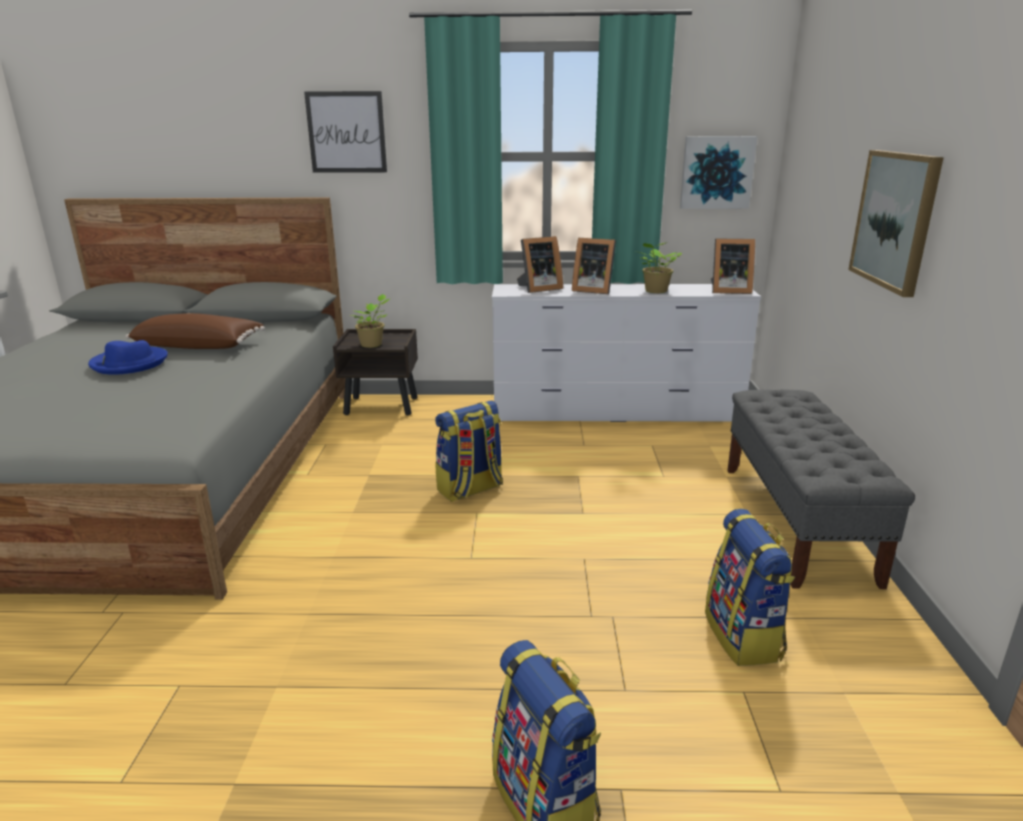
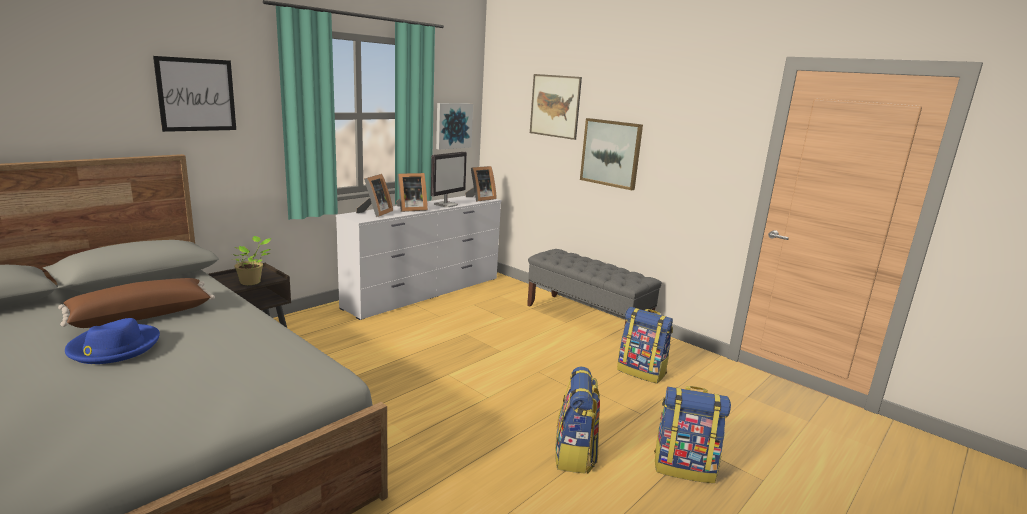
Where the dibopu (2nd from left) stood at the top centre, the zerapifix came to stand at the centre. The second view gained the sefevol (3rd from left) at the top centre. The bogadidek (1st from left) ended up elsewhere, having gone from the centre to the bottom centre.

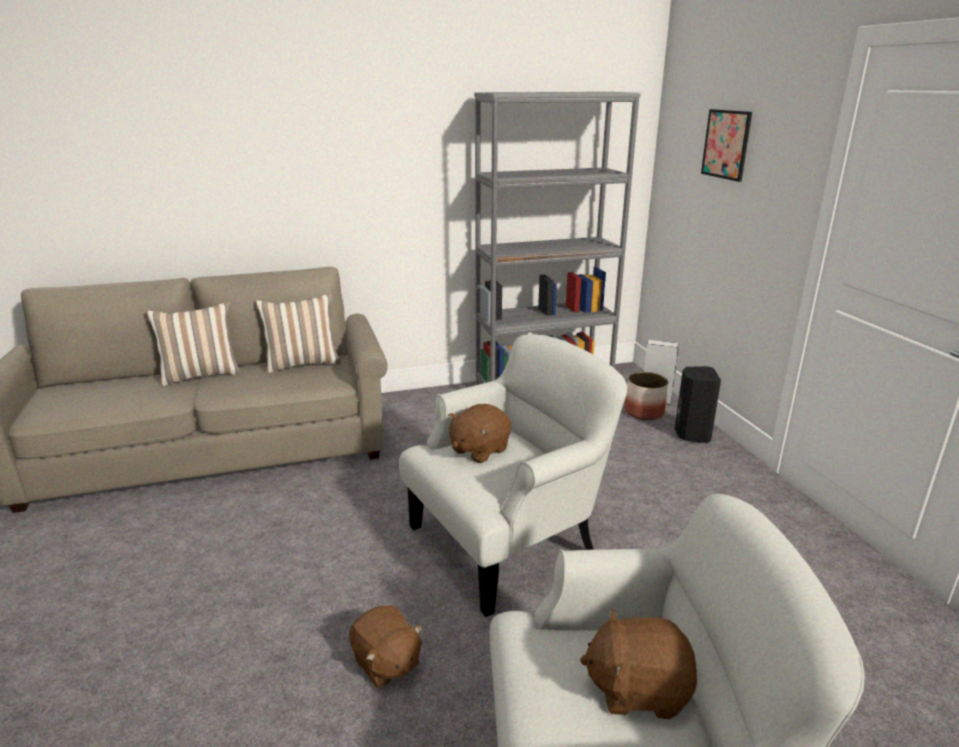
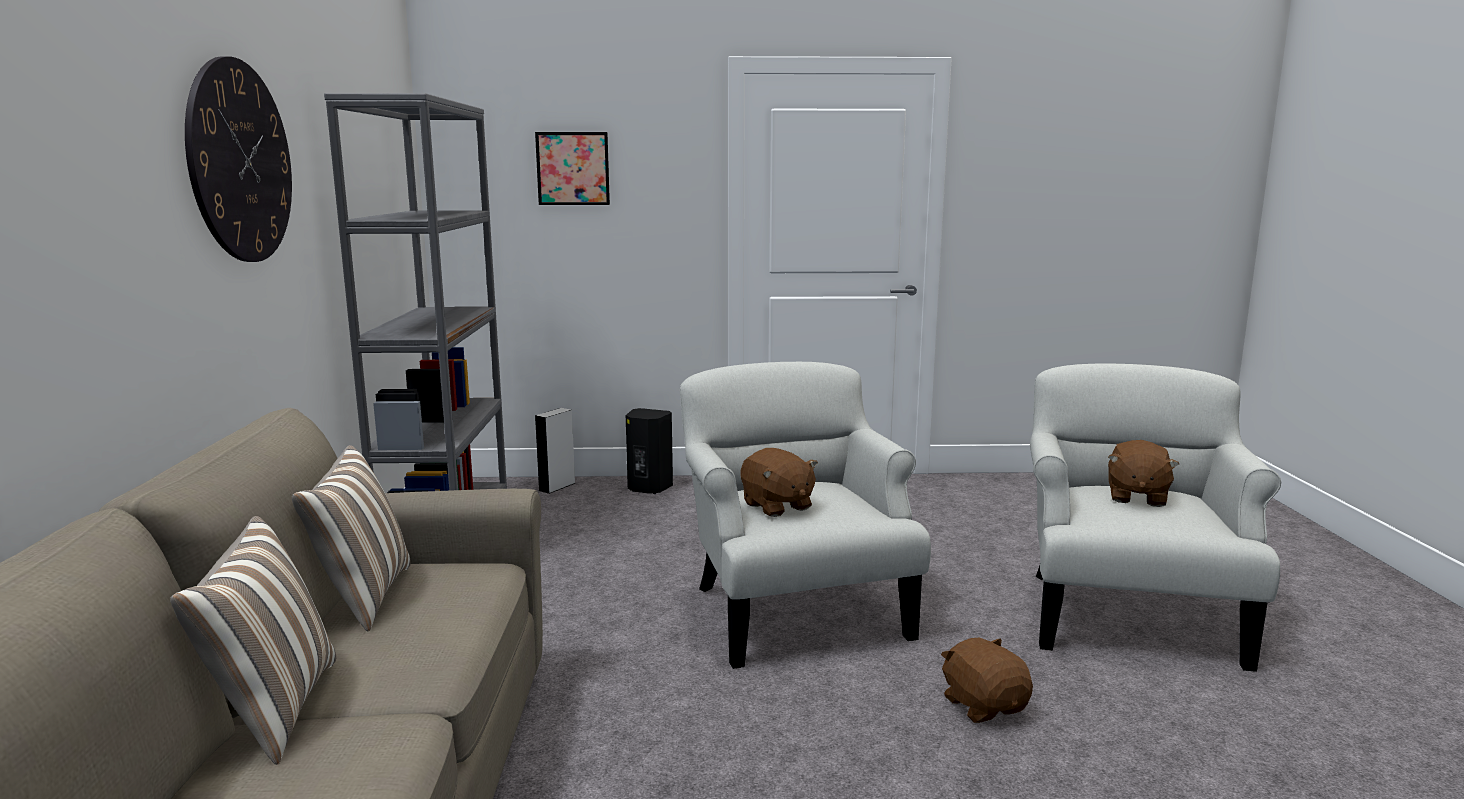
The second view gained the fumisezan at the top left. The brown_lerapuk (1st from left in the first image) at the bottom centre ended up facing another way, 90 degrees counterclockwise from before. The second view lost the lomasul at the middle right.

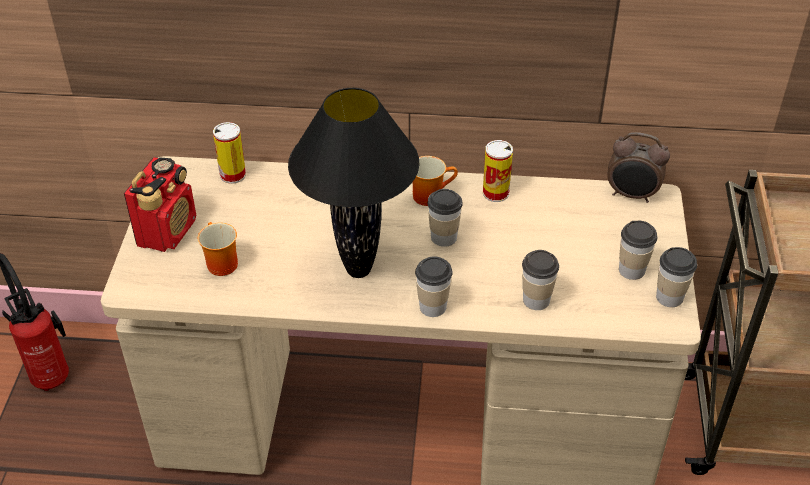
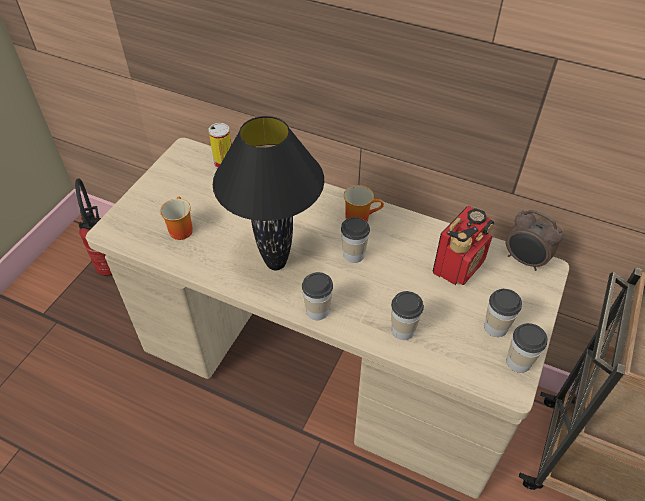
The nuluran ended up elsewhere, having gone from the middle left to the middle right. The second view lost the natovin (2nd from left) at the centre.

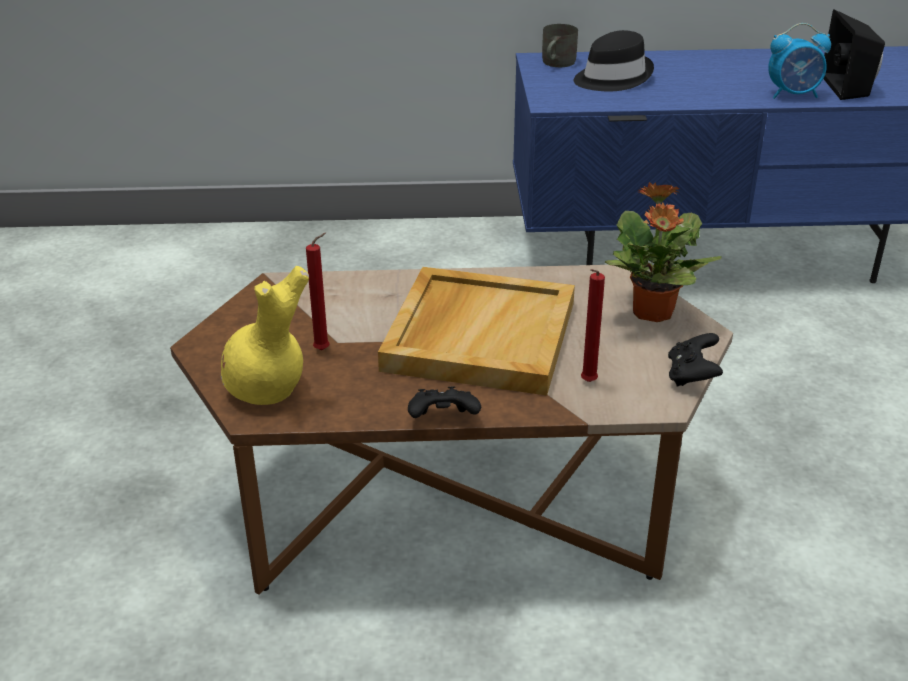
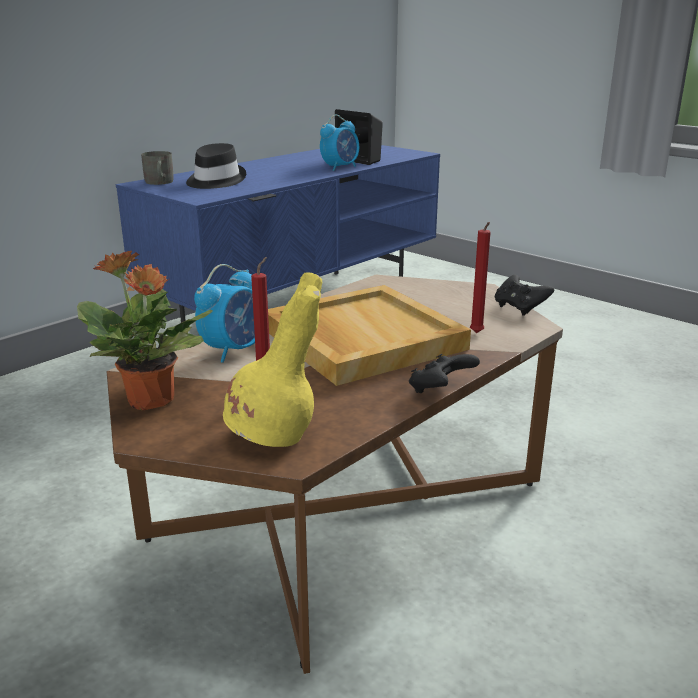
The dibopu ended up elsewhere, having gone from the middle right to the middle left. The second view gained the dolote (1st from left) at the middle left.

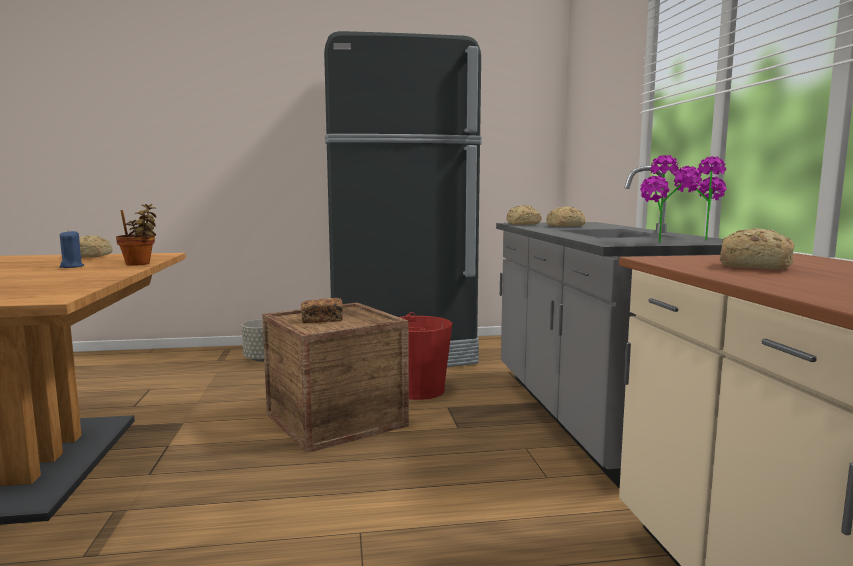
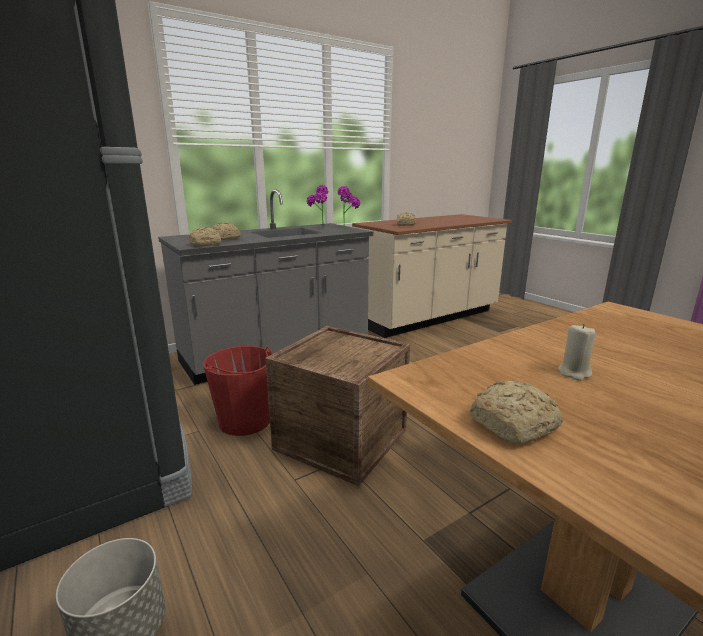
What was the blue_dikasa at the middle left turned into the beige_dikasa at the middle right. The second view lost the dibopu (1st from left) at the middle left. The second view lost the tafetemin (2nd from left) at the centre.

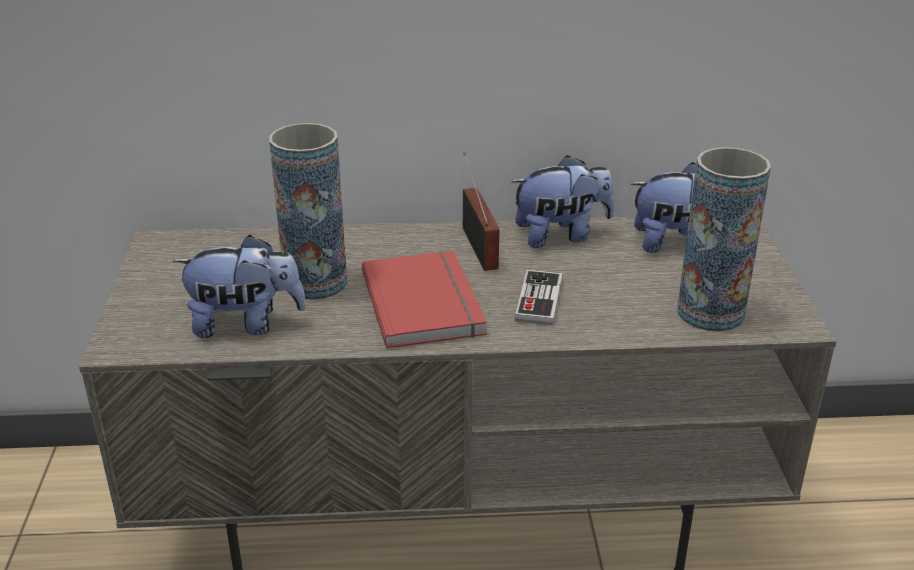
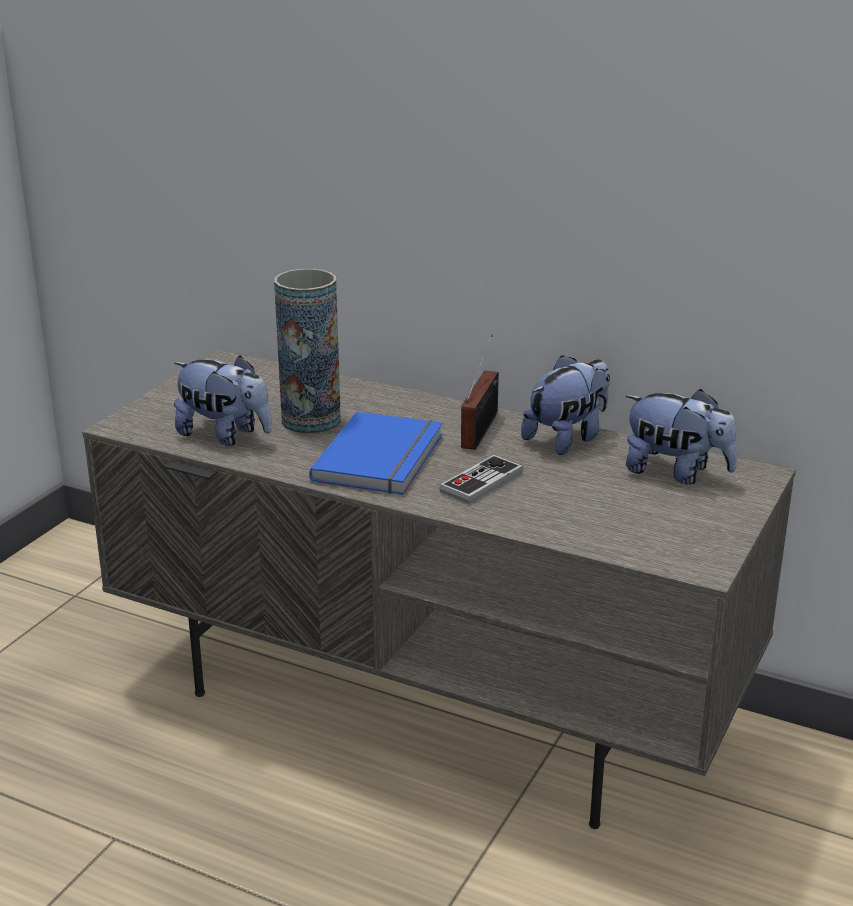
What was the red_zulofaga at the centre turned into the blue_zulofaga at the centre. The lerapuk (2nd from left) at the centre ended up facing another way, 60 degrees counterclockwise from before. The second view lost the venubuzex (2nd from left) at the middle right.

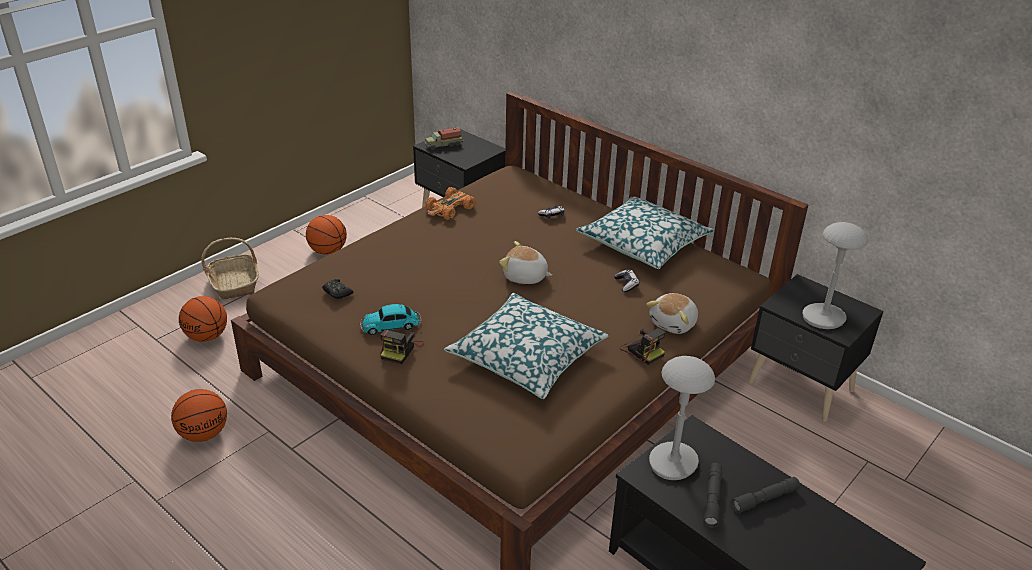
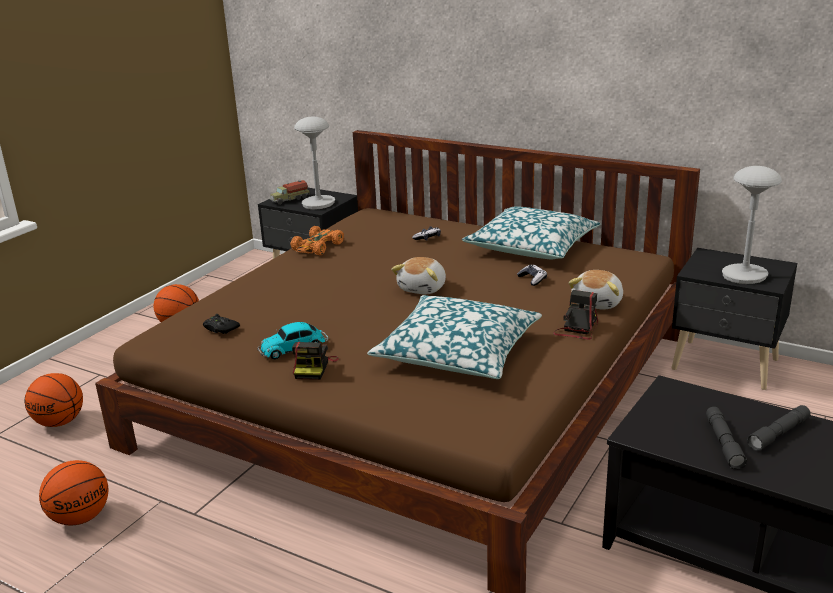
The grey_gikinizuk (1st from left) ended up elsewhere, having gone from the bottom centre to the top centre. The lerapuk (1st from left) at the centre ended up facing another way, 75 degrees counterclockwise from before. The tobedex (2nd from left) at the centre ended up facing another way, 105 degrees counterclockwise from before. The second view lost the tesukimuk at the middle left.

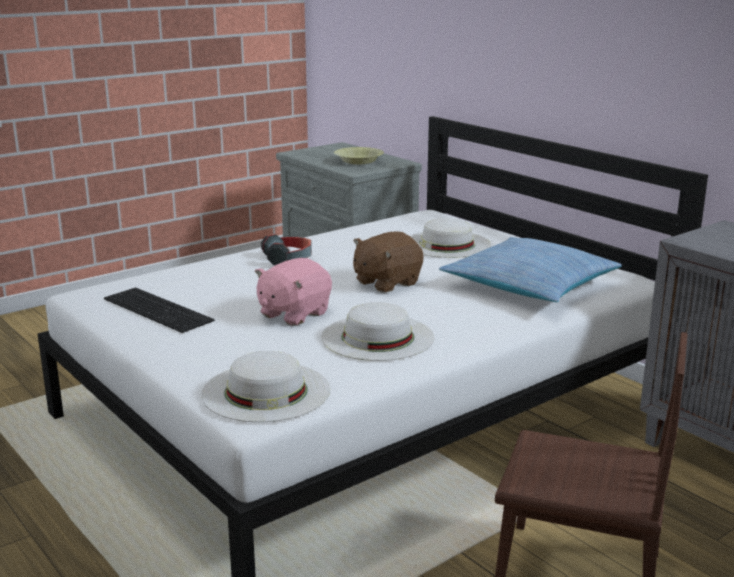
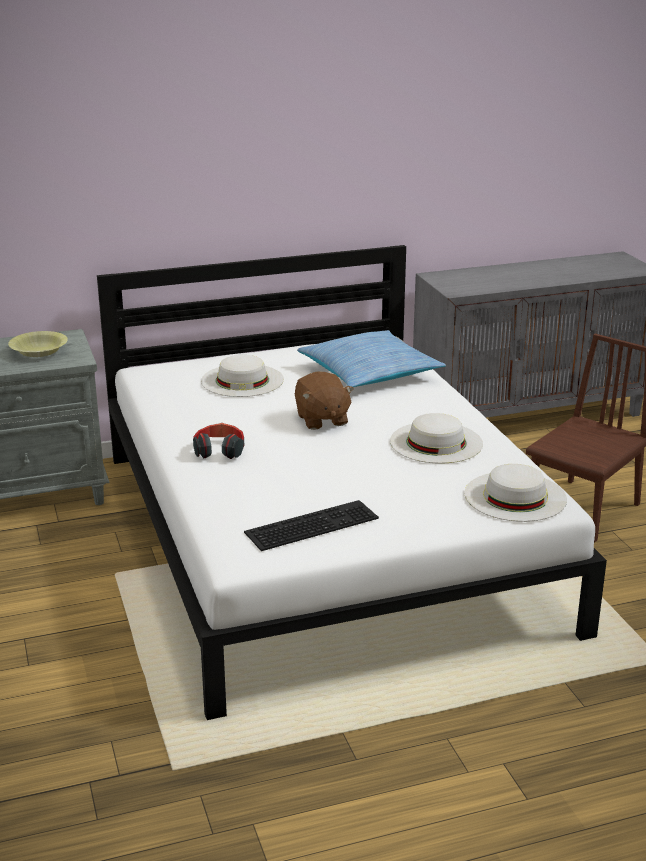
The second view lost the pink_lerapuk at the centre.

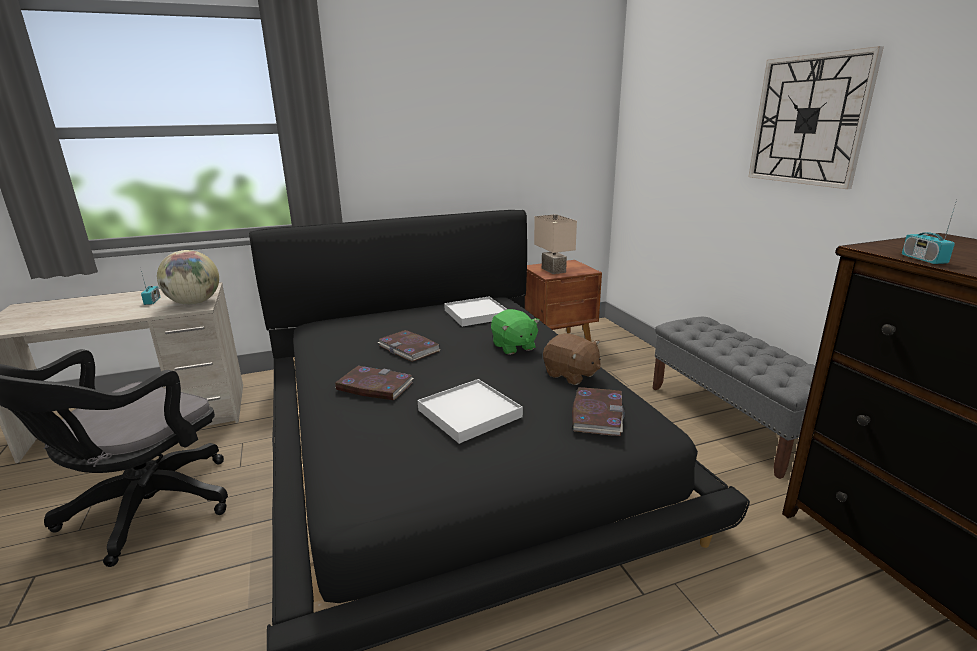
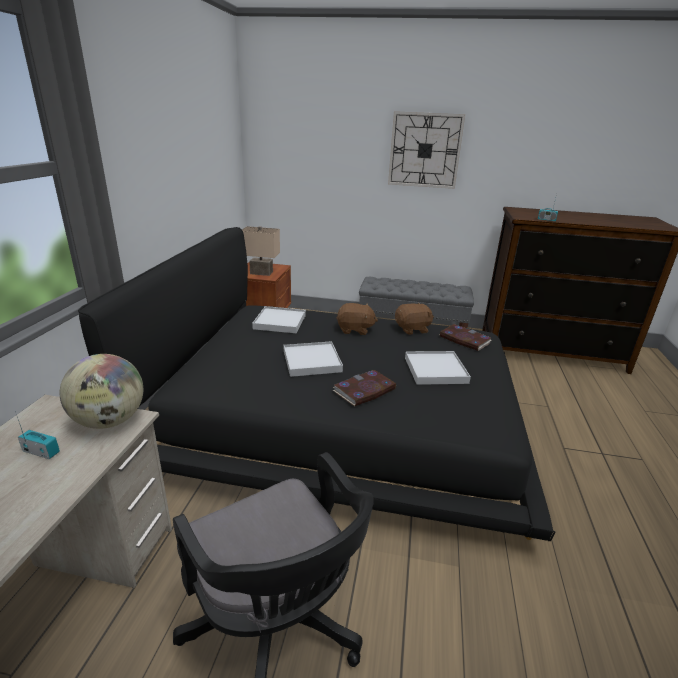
Where the zulofaga (2nd from left) stood at the centre, the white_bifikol (2nd from left) came to stand at the centre. What was the green_lerapuk at the centre turned into the brown_lerapuk (1st from left) at the centre.

